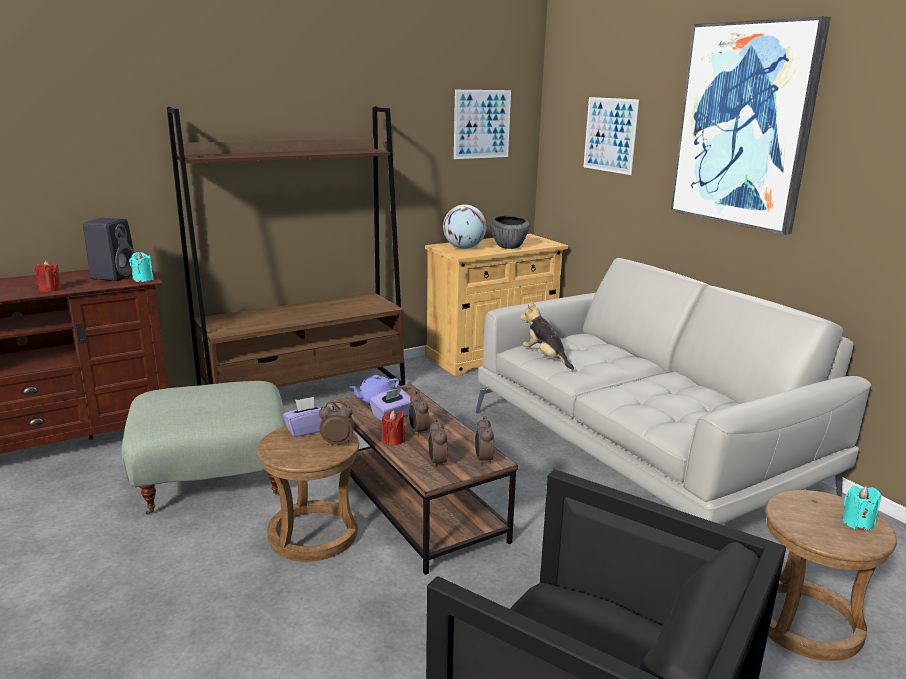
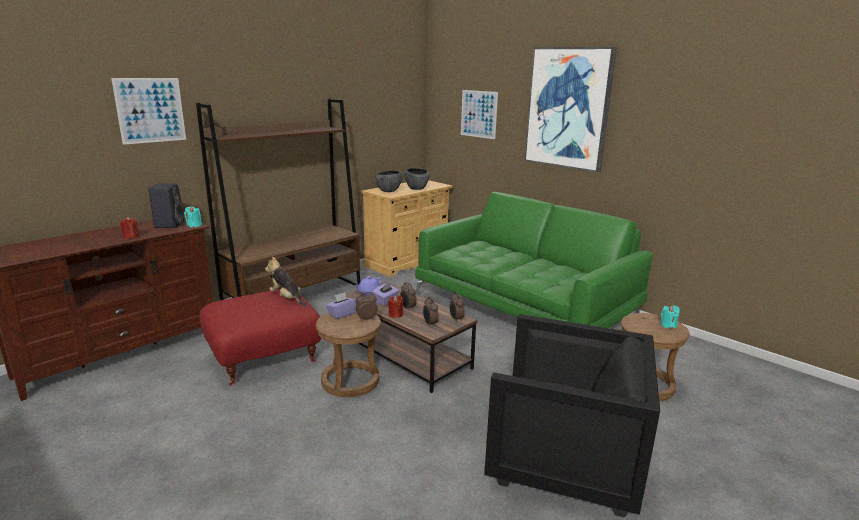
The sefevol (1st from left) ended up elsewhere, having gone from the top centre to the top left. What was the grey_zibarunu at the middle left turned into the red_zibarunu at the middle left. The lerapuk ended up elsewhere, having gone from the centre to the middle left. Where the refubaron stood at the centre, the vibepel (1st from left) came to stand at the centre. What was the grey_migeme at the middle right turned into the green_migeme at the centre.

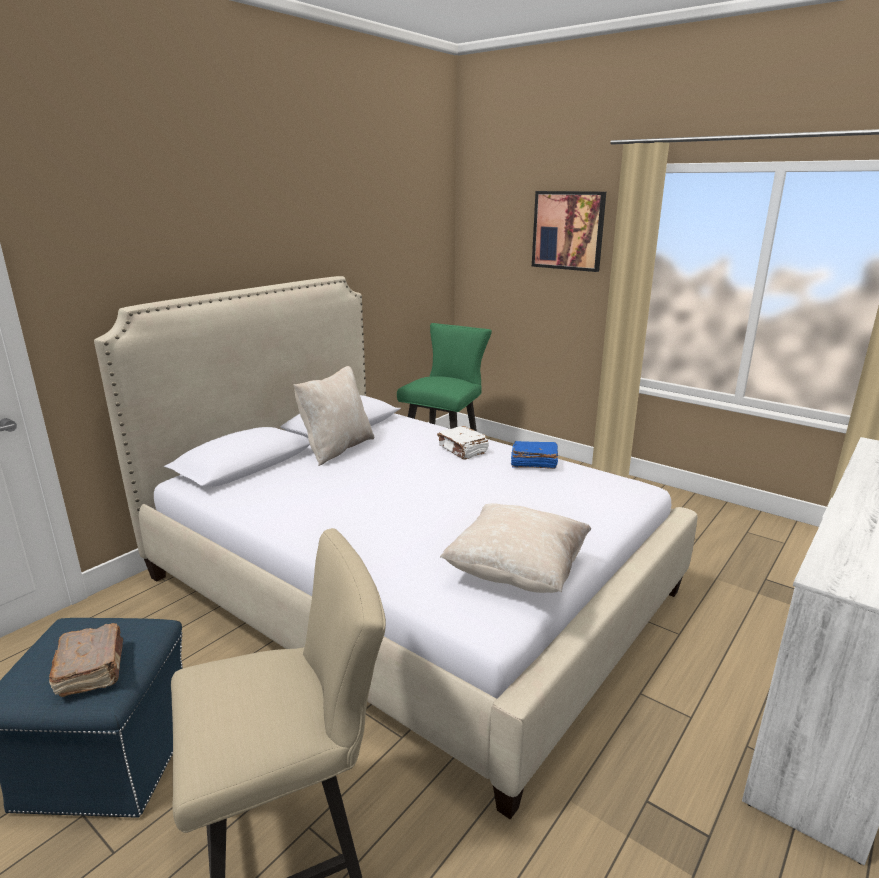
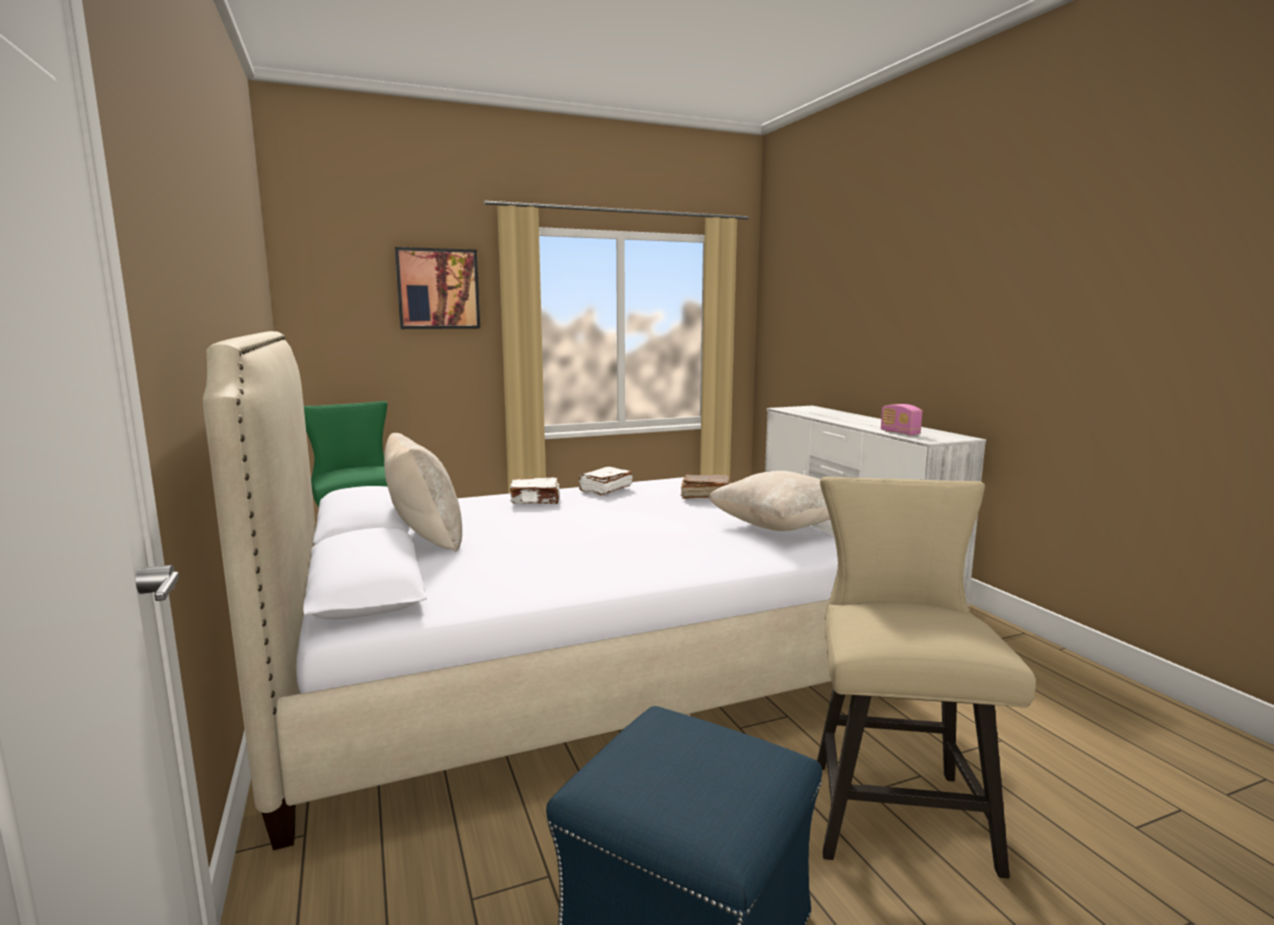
What was the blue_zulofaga at the centre turned into the white_zulofaga (2nd from left) at the centre. The brown_zulofaga ended up elsewhere, having gone from the bottom left to the centre. The second view gained the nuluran at the middle right.

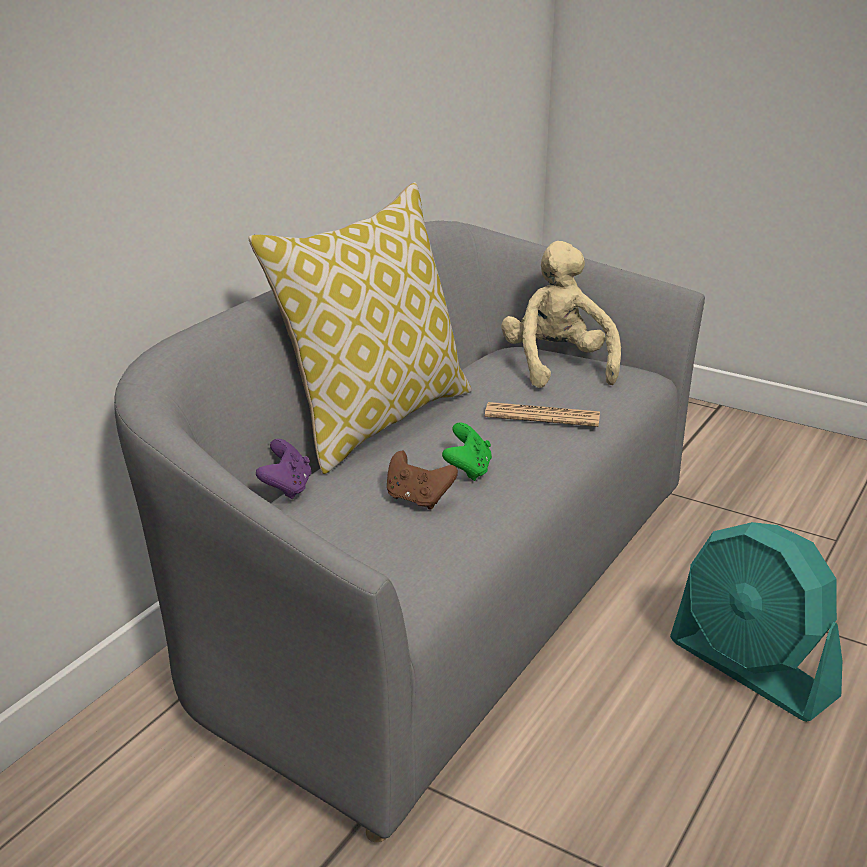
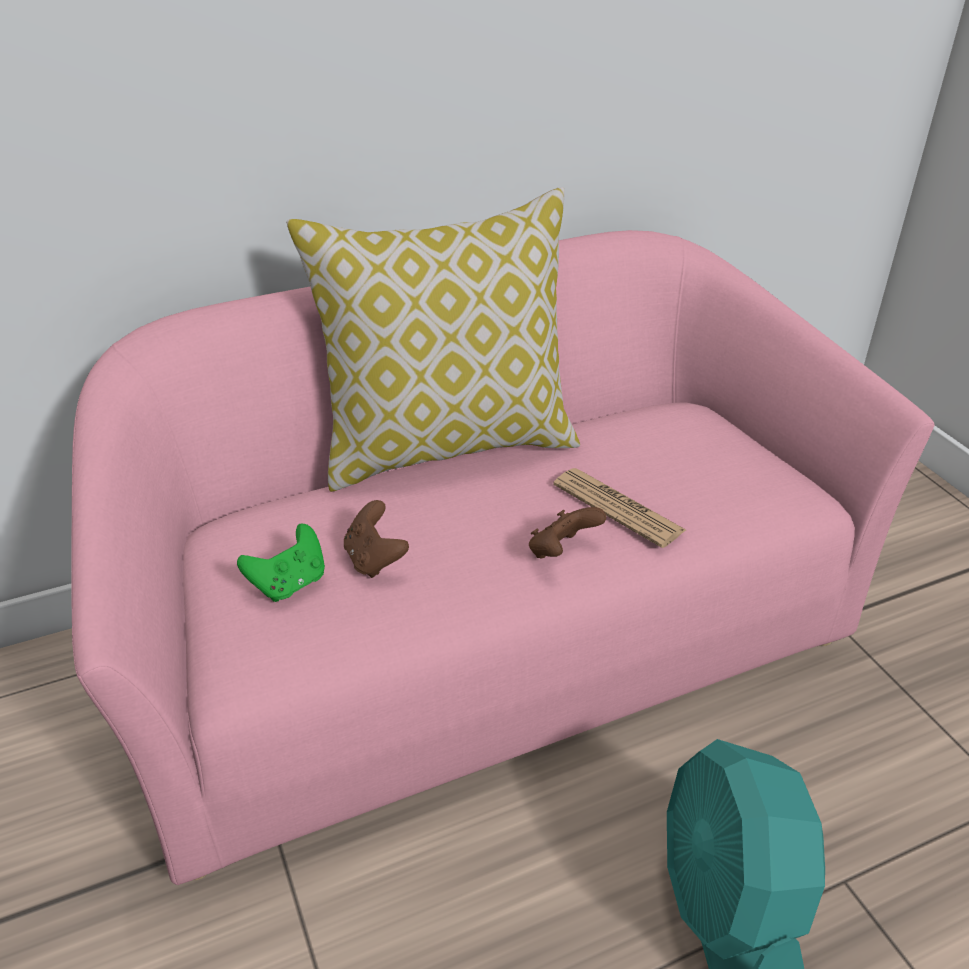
What was the grey_migeme at the centre turned into the pink_migeme at the centre. The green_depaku ended up elsewhere, having gone from the centre to the middle left. The second view gained the brown_depaku (2nd from left) at the centre. The second view lost the purple_depaku at the middle left. The second view lost the beige_lerapuk at the centre.

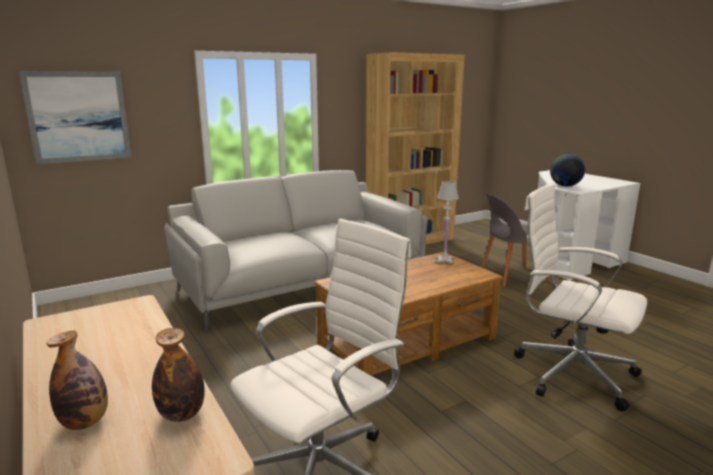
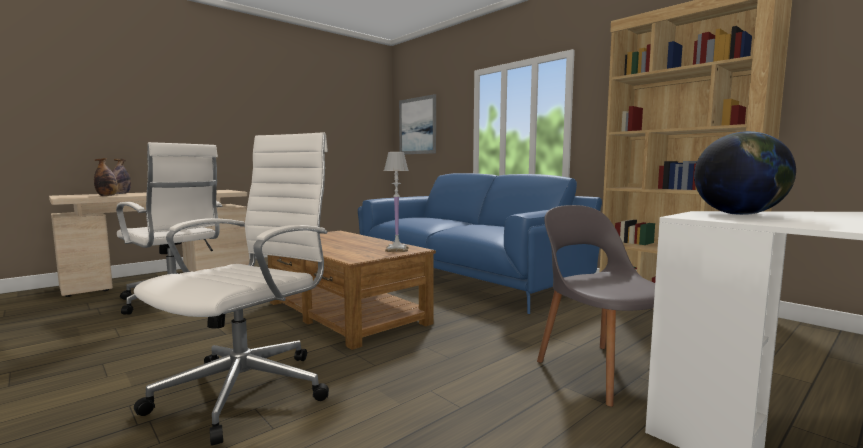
What was the grey_migeme at the centre turned into the blue_migeme at the centre.

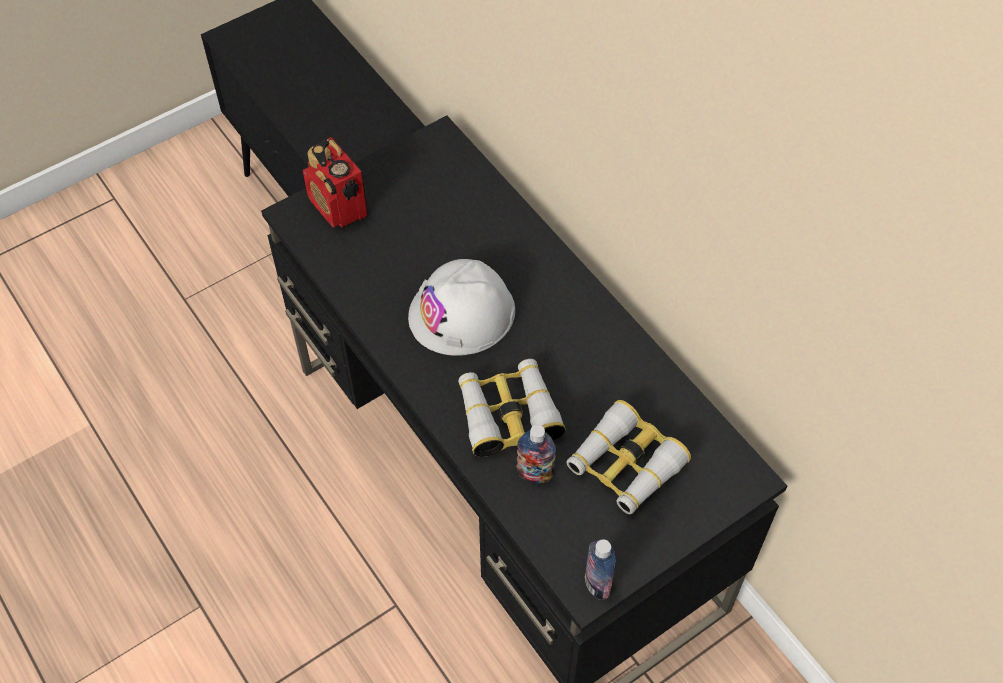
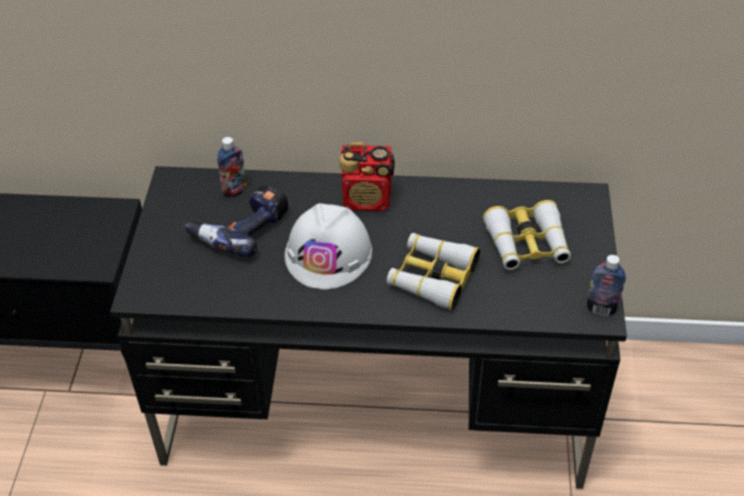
The second view gained the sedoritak at the middle left. The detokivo (1st from left) ended up elsewhere, having gone from the centre to the middle left. The nuluran ended up elsewhere, having gone from the top centre to the centre.

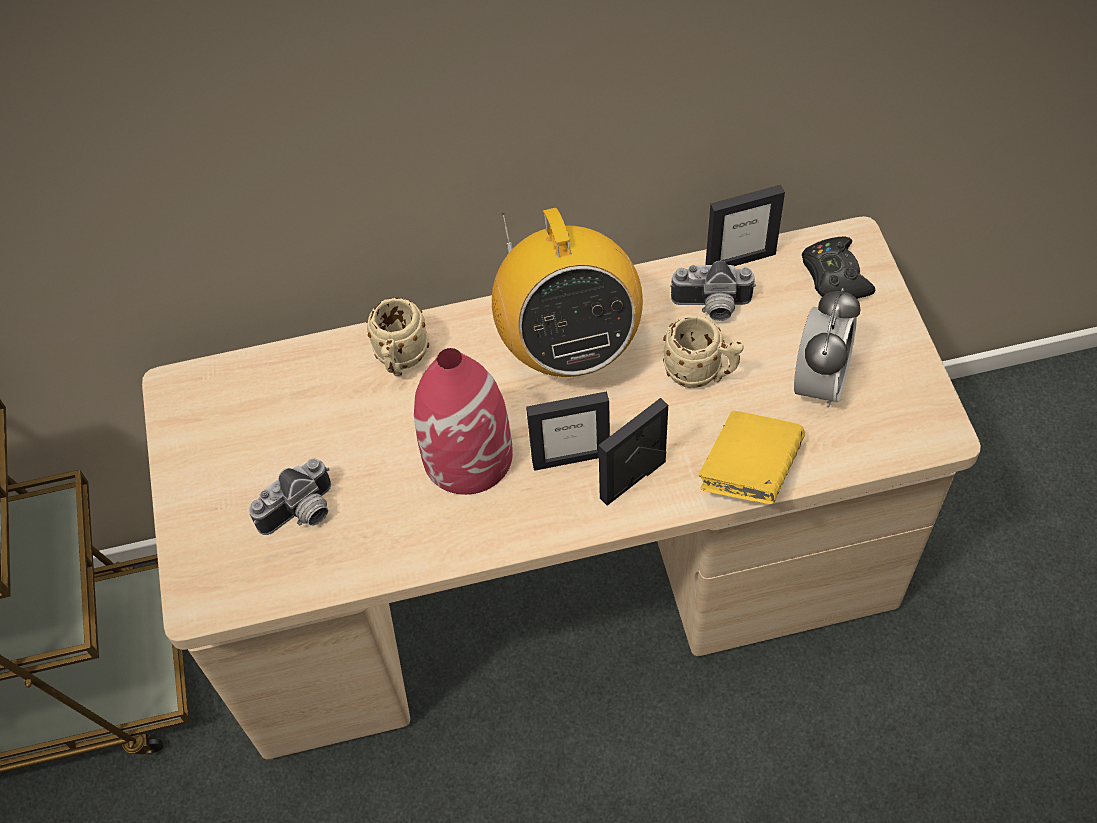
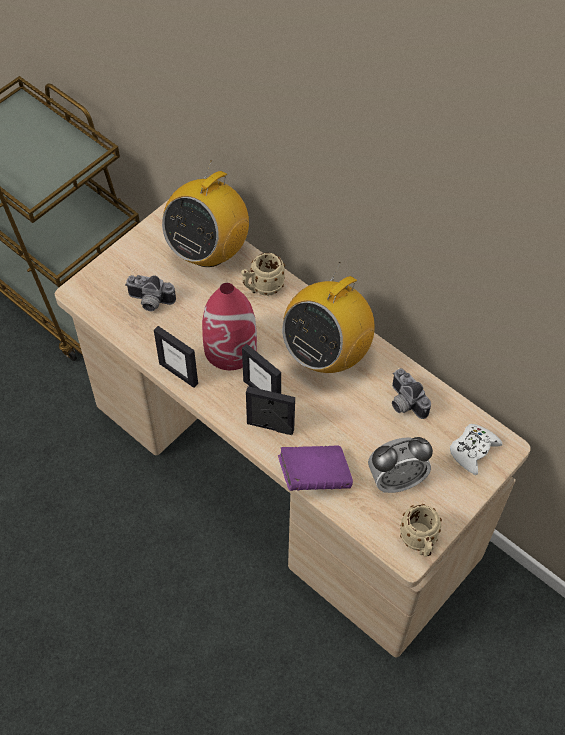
The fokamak (3rd from left in the first image) ended up elsewhere, having gone from the top right to the middle left. The second view gained the nuluran (1st from left) at the top centre. What was the yellow_zulofaga at the middle right turned into the purple_zulofaga at the centre. The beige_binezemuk (2nd from left) ended up elsewhere, having gone from the centre to the bottom right. What was the black_depaku at the top right turned into the white_depaku at the middle right.

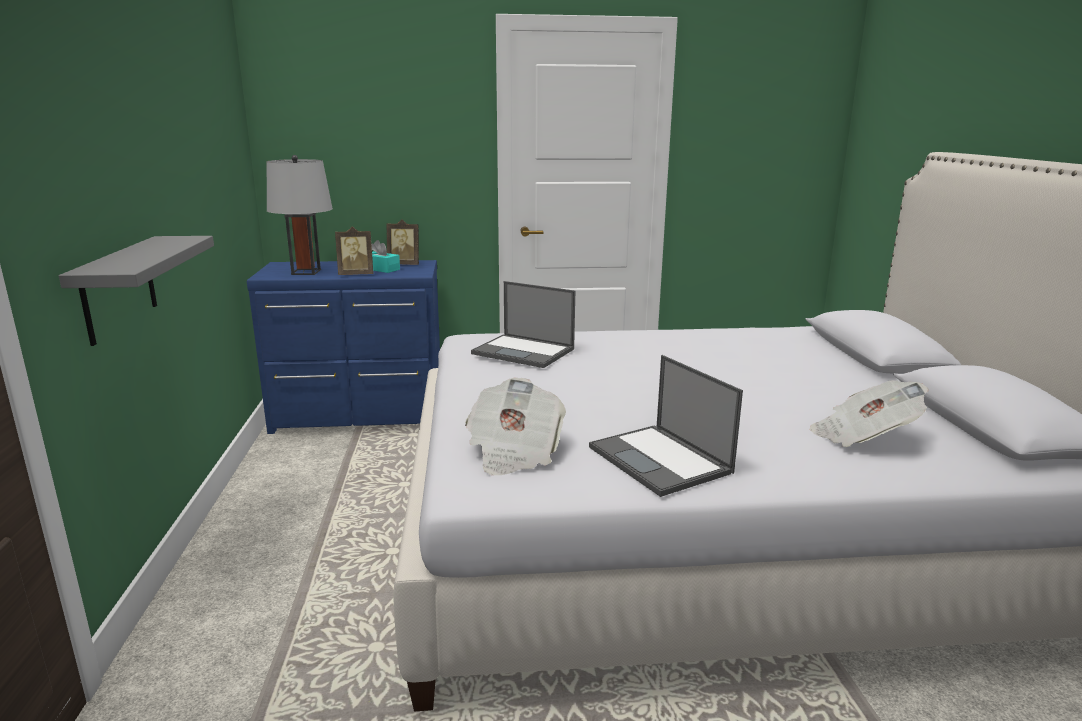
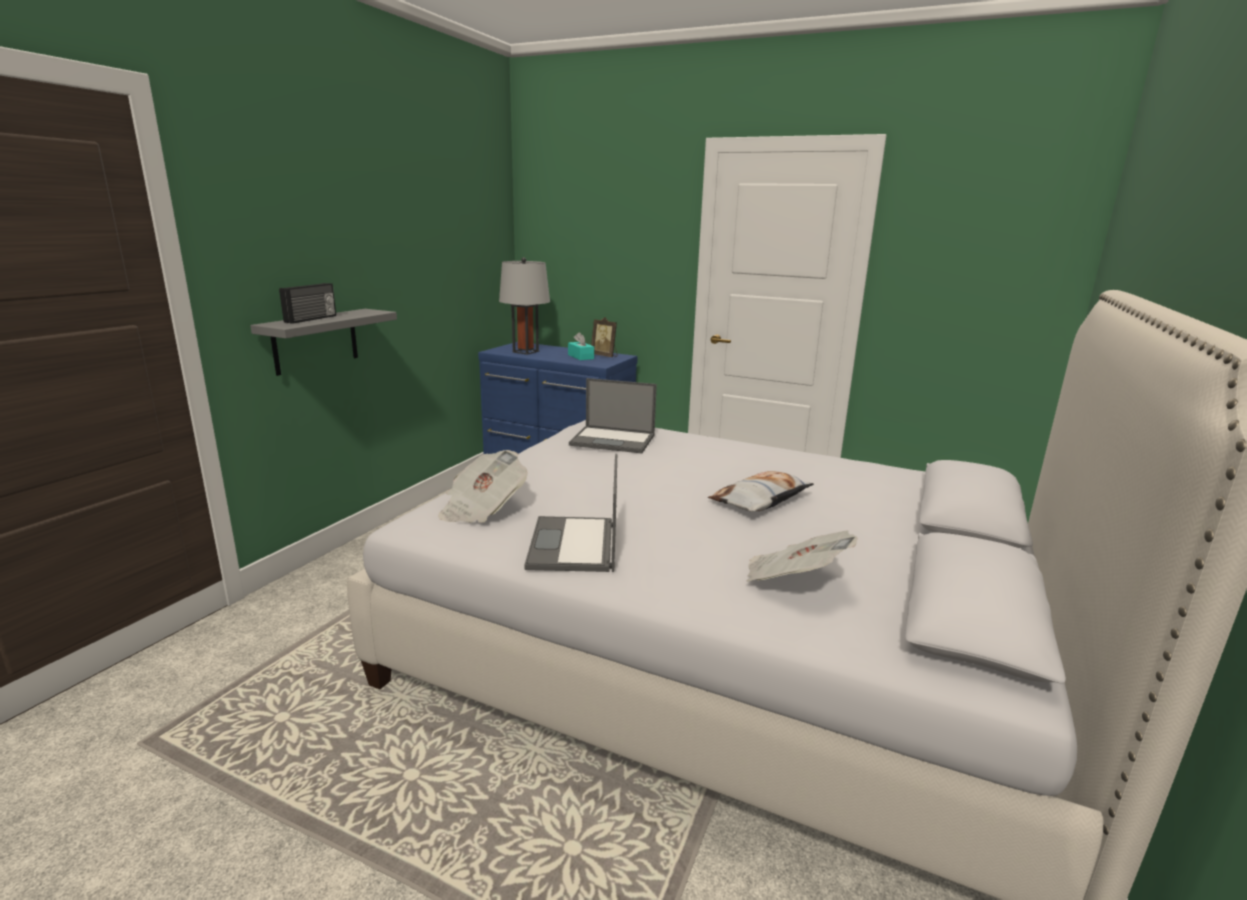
The second view gained the nuluran at the middle left. The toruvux (1st from left in the first image) at the centre ended up facing another way, 45 degrees counterclockwise from before. The second view gained the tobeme at the centre. The second view lost the fokamak (1st from left) at the middle left.

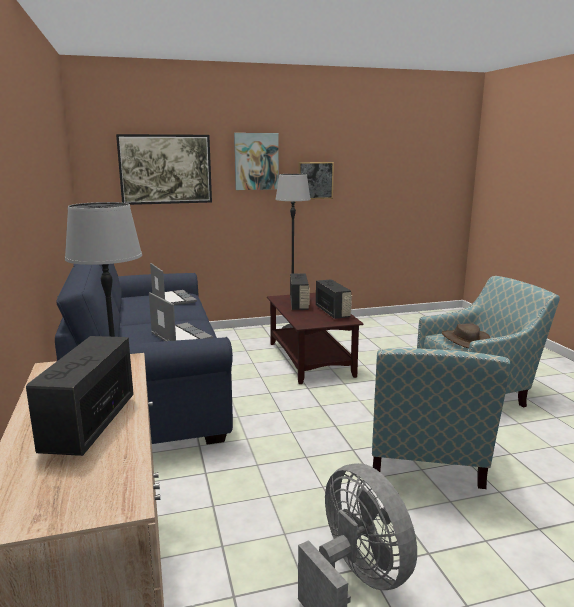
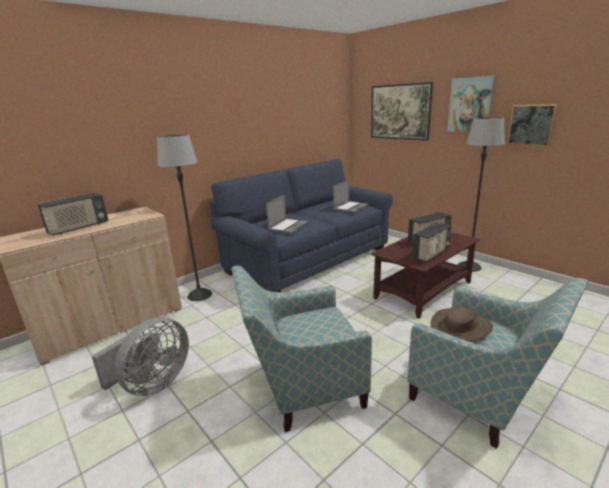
The nuluran (1st from left) at the middle left ended up facing another way, 150 degrees clockwise from before.

